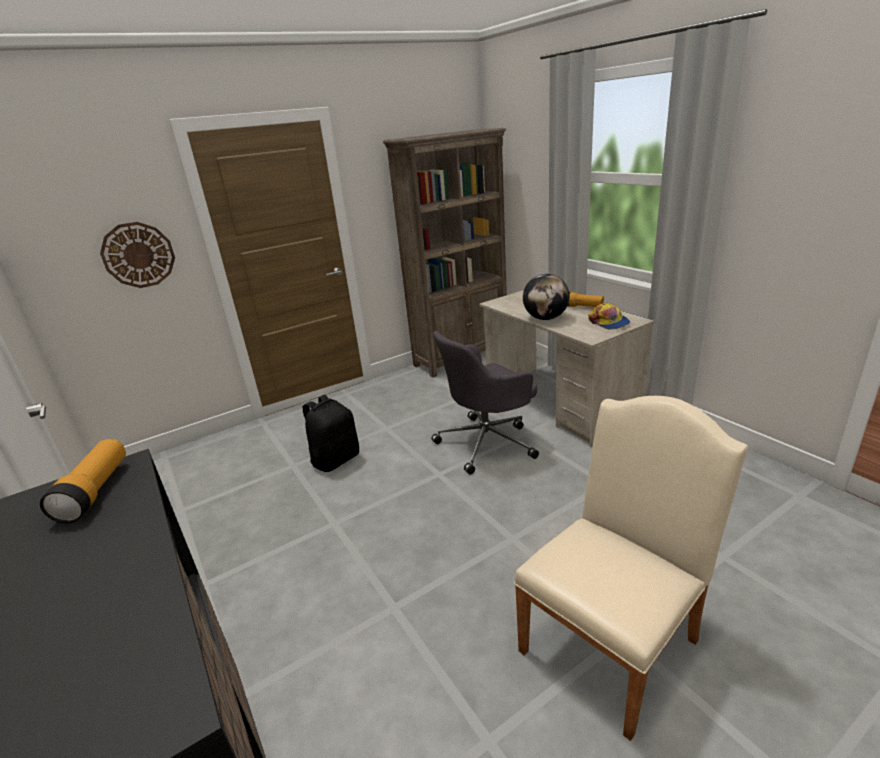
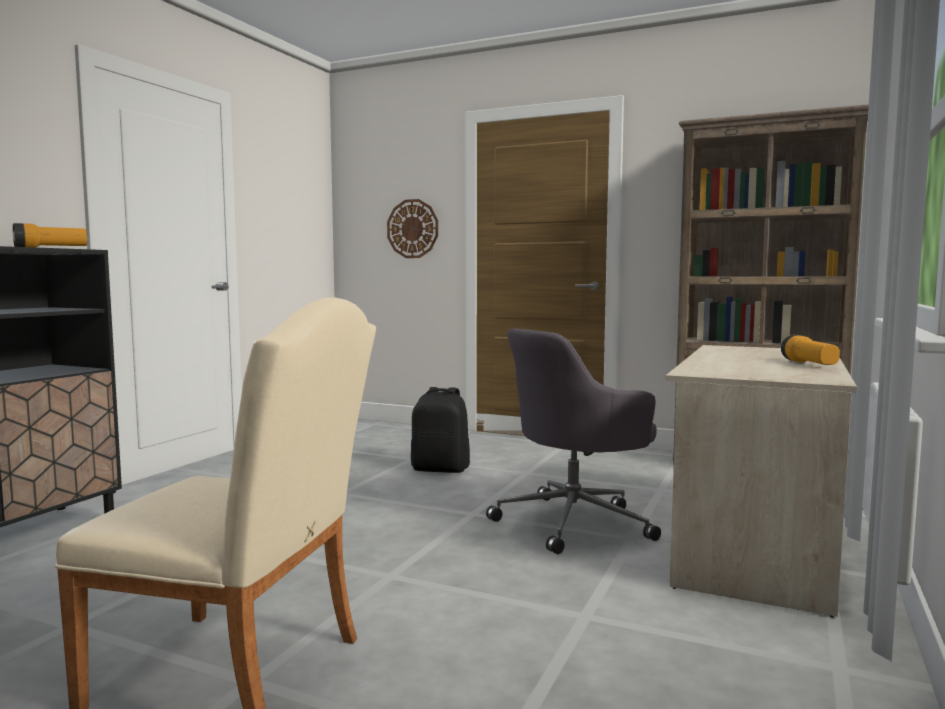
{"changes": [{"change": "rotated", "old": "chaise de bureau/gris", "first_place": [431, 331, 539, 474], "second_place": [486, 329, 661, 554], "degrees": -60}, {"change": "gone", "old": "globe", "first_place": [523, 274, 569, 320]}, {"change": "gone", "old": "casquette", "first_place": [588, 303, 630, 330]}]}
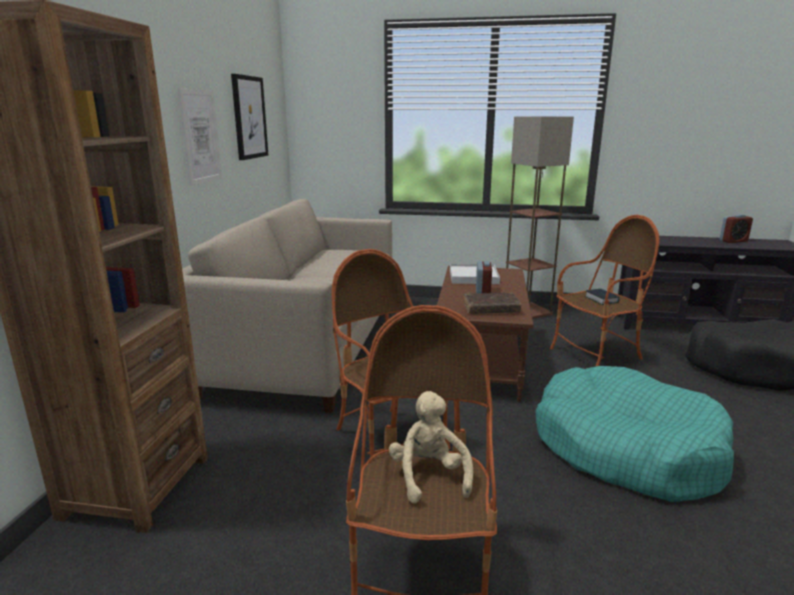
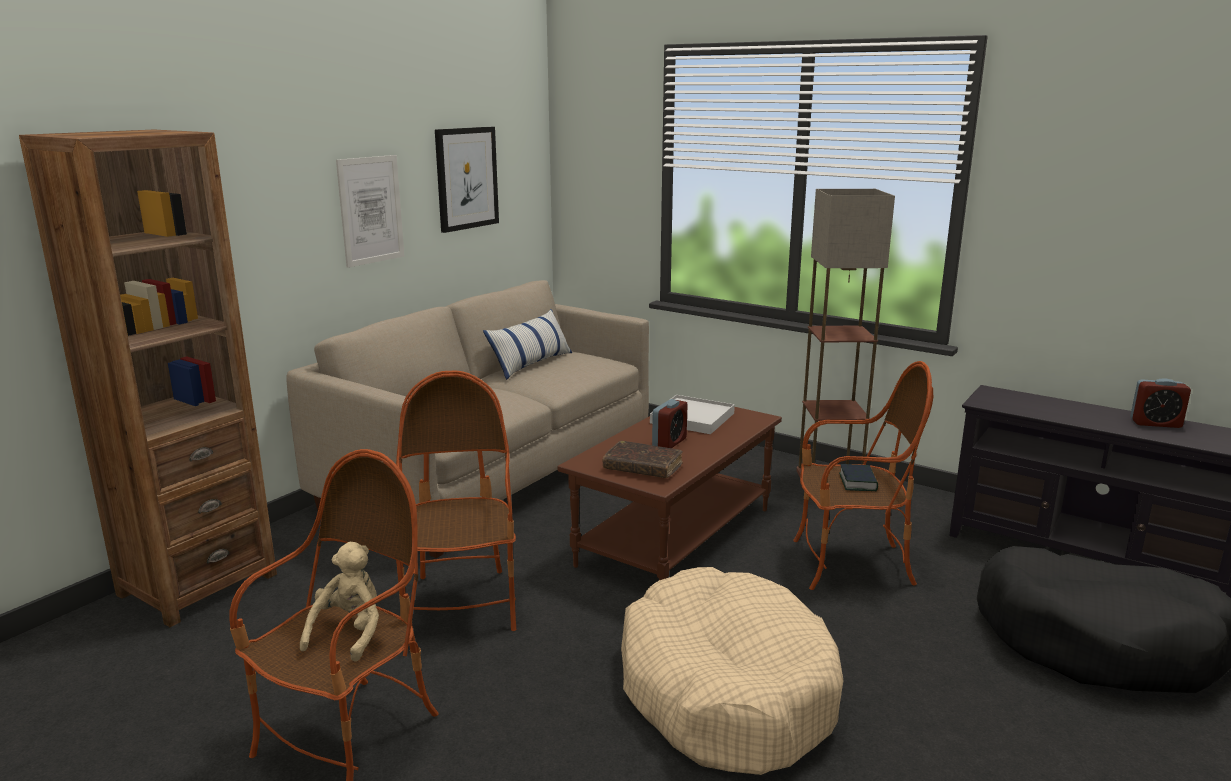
{"changes": [{"change": "new", "new": "coussin", "second_place": [483, 309, 572, 380]}, {"change": "repainted", "old": "panier pour chien/turquoise", "new": "panier pour chien/beige", "first_place": [536, 366, 734, 502], "second_place": [621, 567, 843, 775]}]}
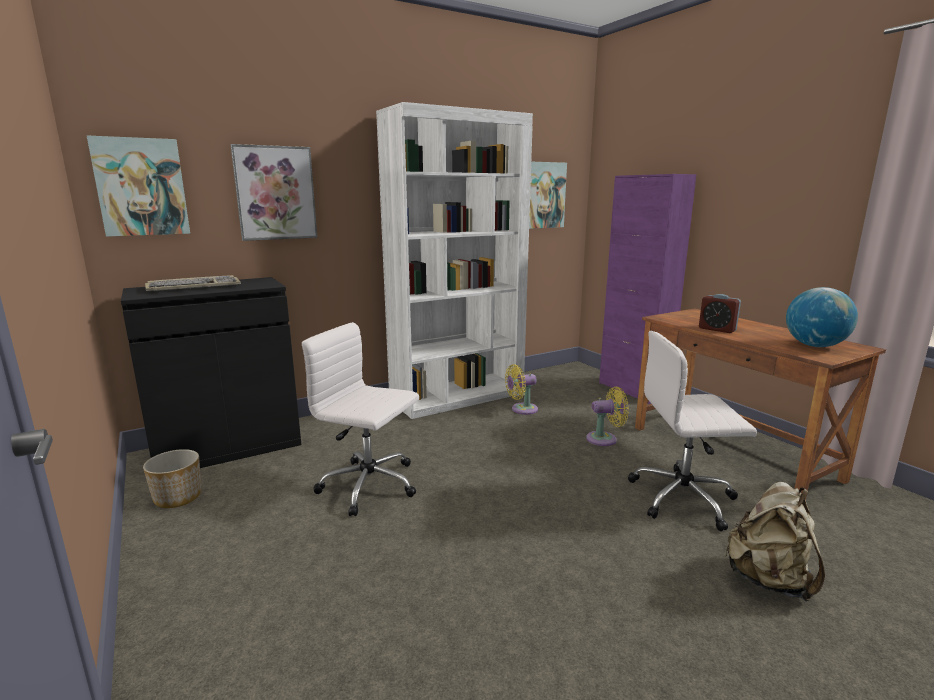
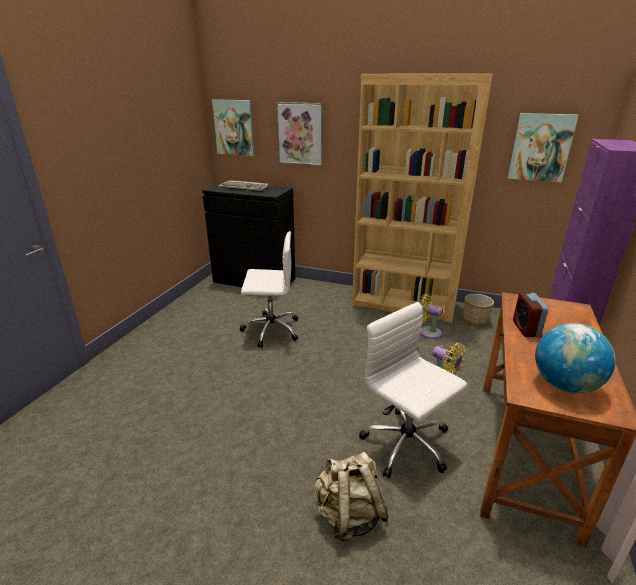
{"changes": [{"change": "rotated", "old": "chaise de bureau/blanc", "first_place": [302, 322, 419, 516], "second_place": [240, 231, 298, 348], "degrees": 105}, {"change": "repainted", "old": "bibliothèque/blanc", "new": "bibliothèque/marron", "first_place": [376, 102, 533, 419], "second_place": [352, 74, 493, 323]}, {"change": "shifted", "old": "cache-pot", "first_place": [143, 449, 201, 508], "second_place": [463, 294, 494, 326]}]}
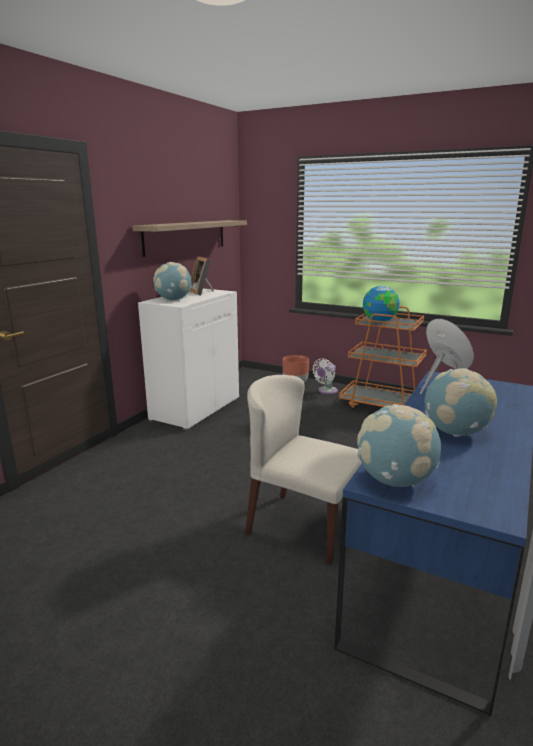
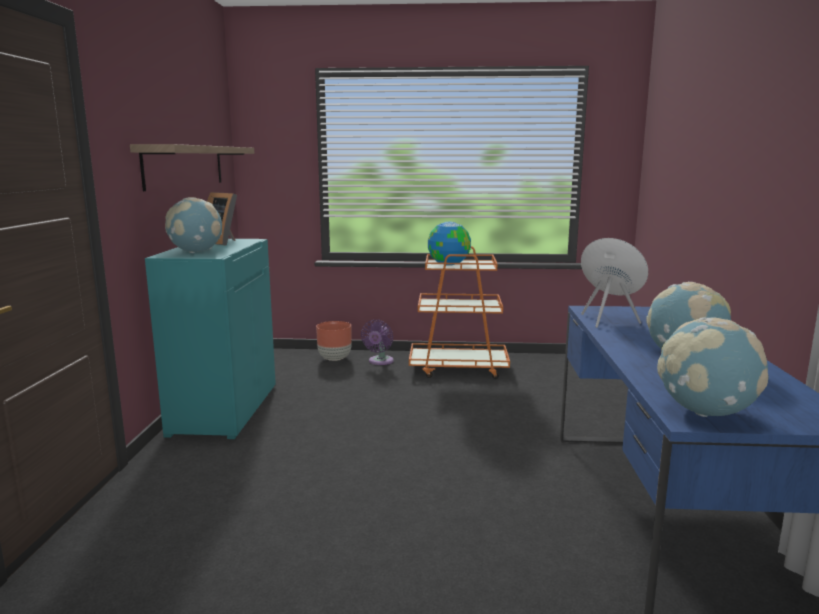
{"changes": [{"change": "repainted", "old": "meuble de rangement/blanc", "new": "meuble de rangement/turquoise", "first_place": [138, 289, 239, 431], "second_place": [145, 239, 276, 439]}, {"change": "repainted", "old": "ventilateur/blanc", "new": "ventilateur/violet", "first_place": [312, 358, 338, 394], "second_place": [361, 320, 394, 365]}, {"change": "gone", "old": "chaise/beige", "first_place": [245, 375, 362, 564]}]}
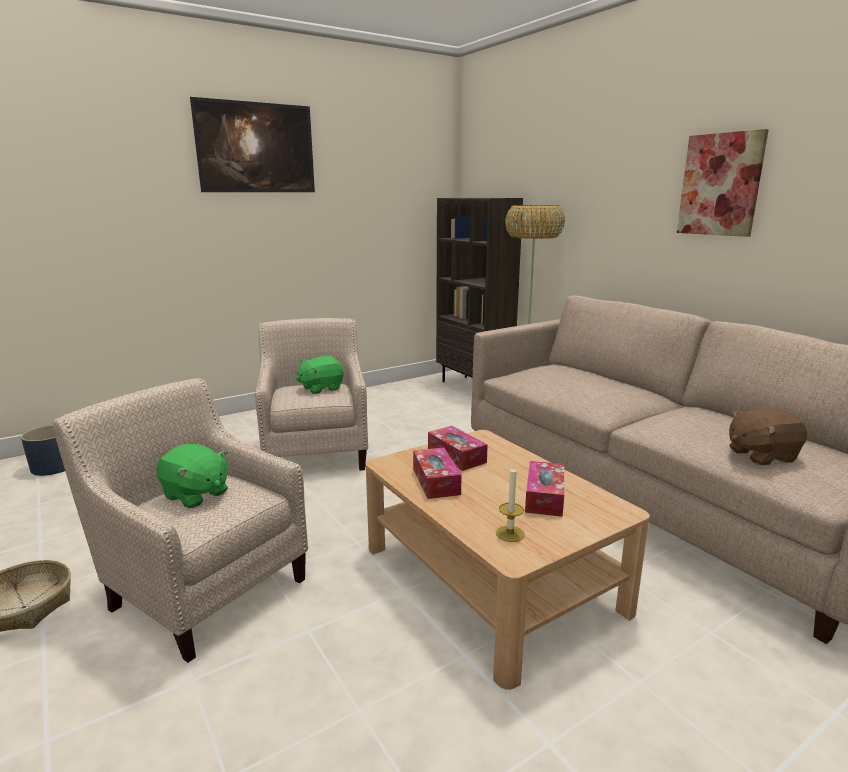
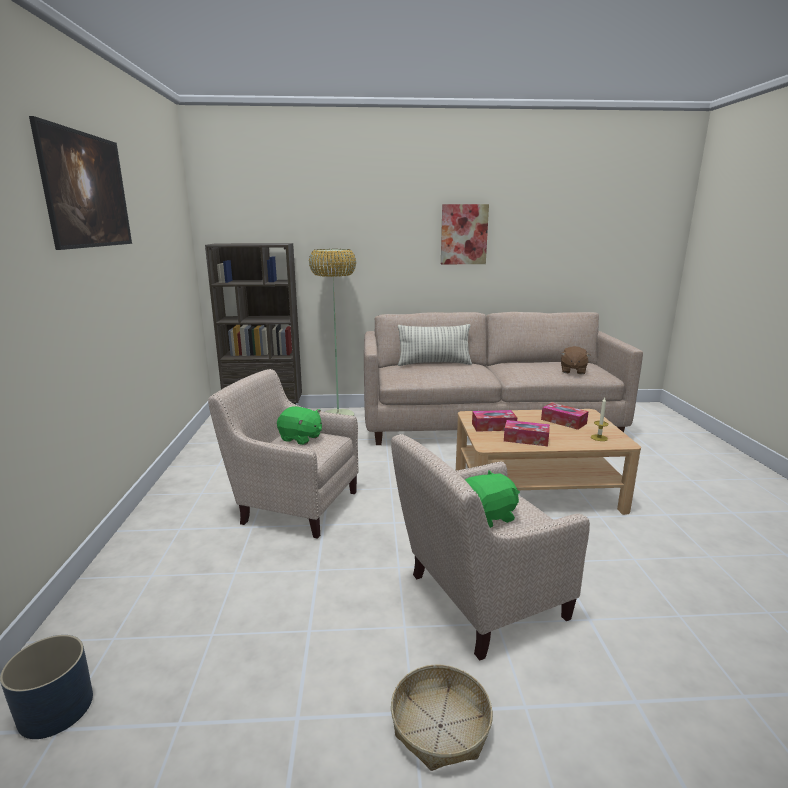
{"changes": [{"change": "rotated", "old": "peluche/vert", "first_place": [296, 356, 344, 394], "second_place": [277, 406, 322, 445], "degrees": -60}, {"change": "new", "new": "coussin", "second_place": [398, 324, 472, 366]}]}
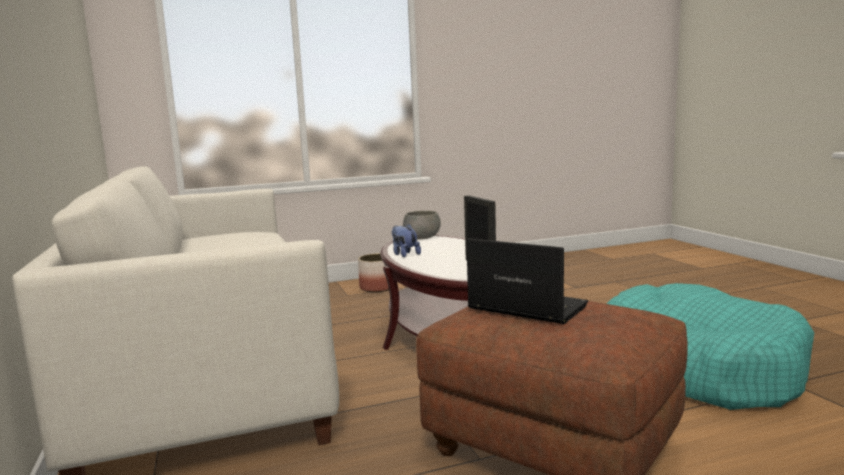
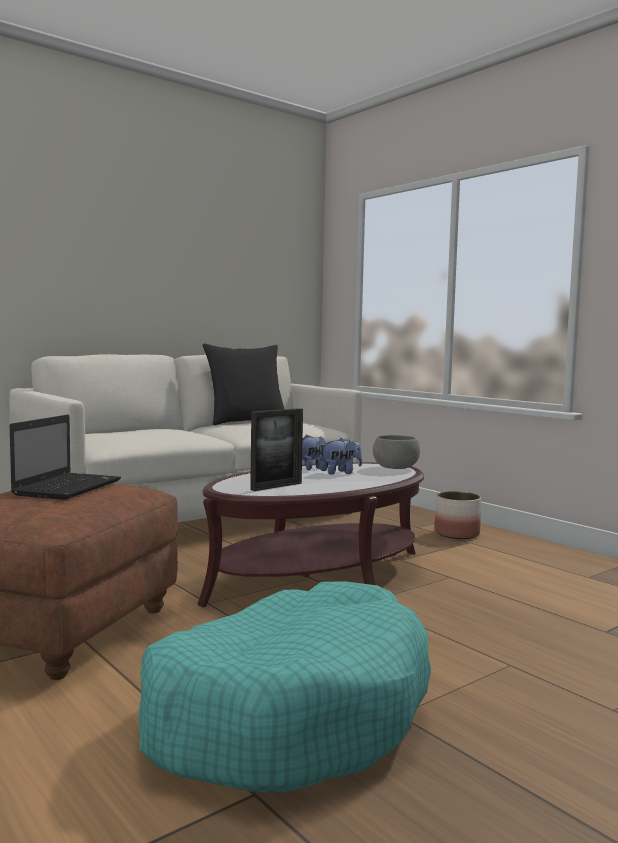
{"changes": [{"change": "new", "new": "coussin/noir", "second_place": [202, 344, 284, 425]}, {"change": "new", "new": "peluche", "second_place": [319, 438, 362, 475]}]}
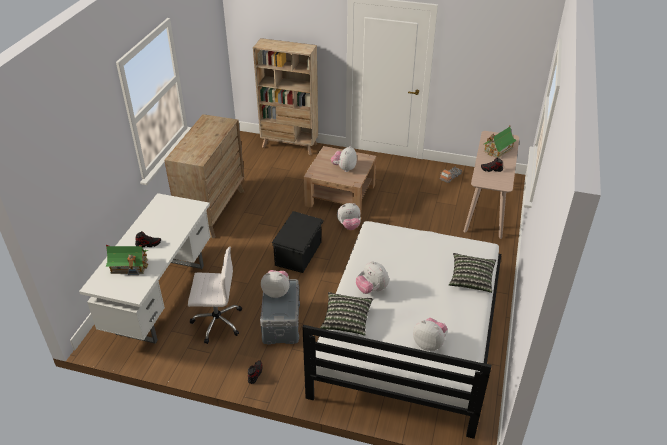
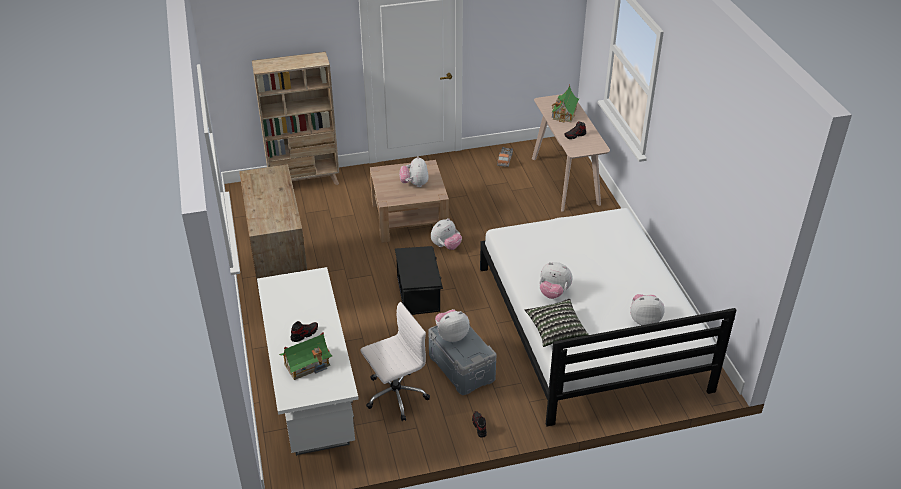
{"changes": [{"change": "gone", "old": "coussin", "first_place": [449, 253, 496, 293]}]}
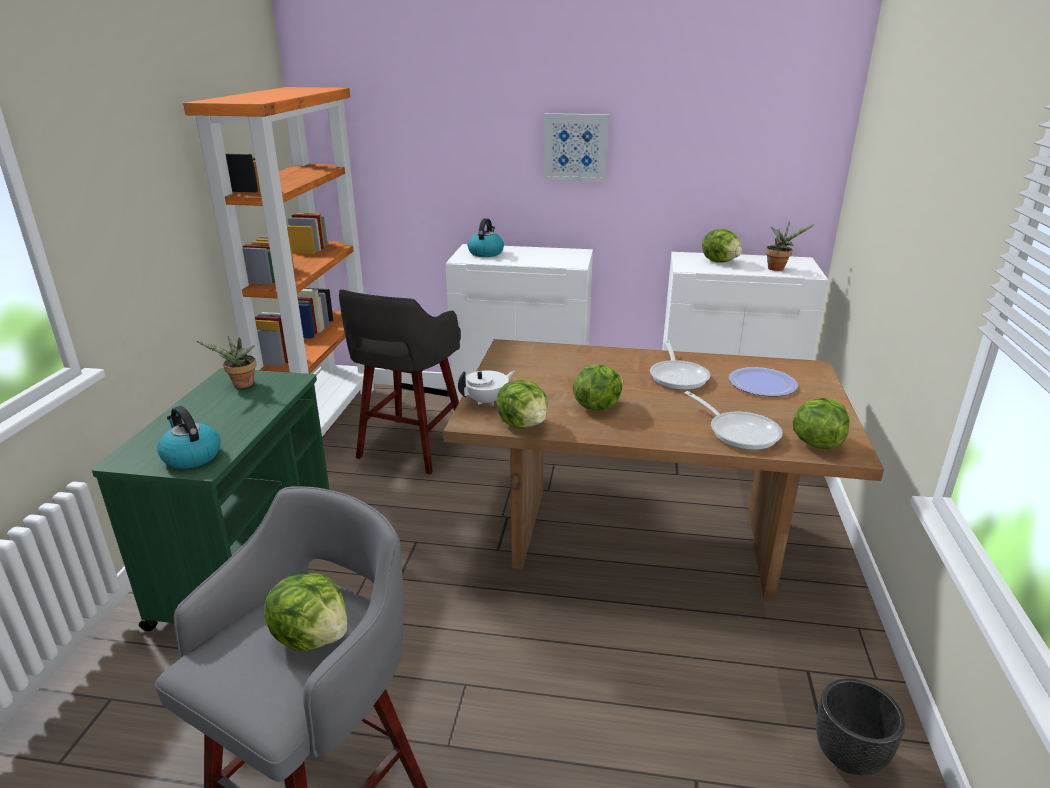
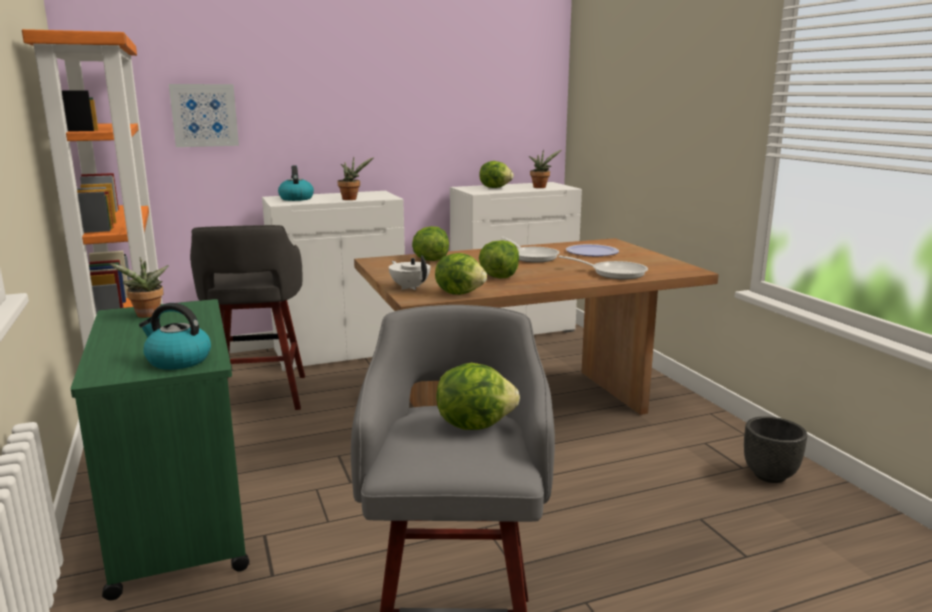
{"changes": [{"change": "shifted", "old": "tableau", "first_place": [543, 113, 609, 182], "second_place": [169, 84, 239, 147]}, {"change": "new", "new": "plante en pot", "second_place": [337, 157, 374, 200]}, {"change": "rotated", "old": "théière/blanc", "first_place": [458, 370, 515, 406], "second_place": [389, 256, 431, 290], "degrees": -60}, {"change": "shifted", "old": "laitue", "first_place": [793, 398, 850, 449], "second_place": [412, 226, 449, 261]}]}
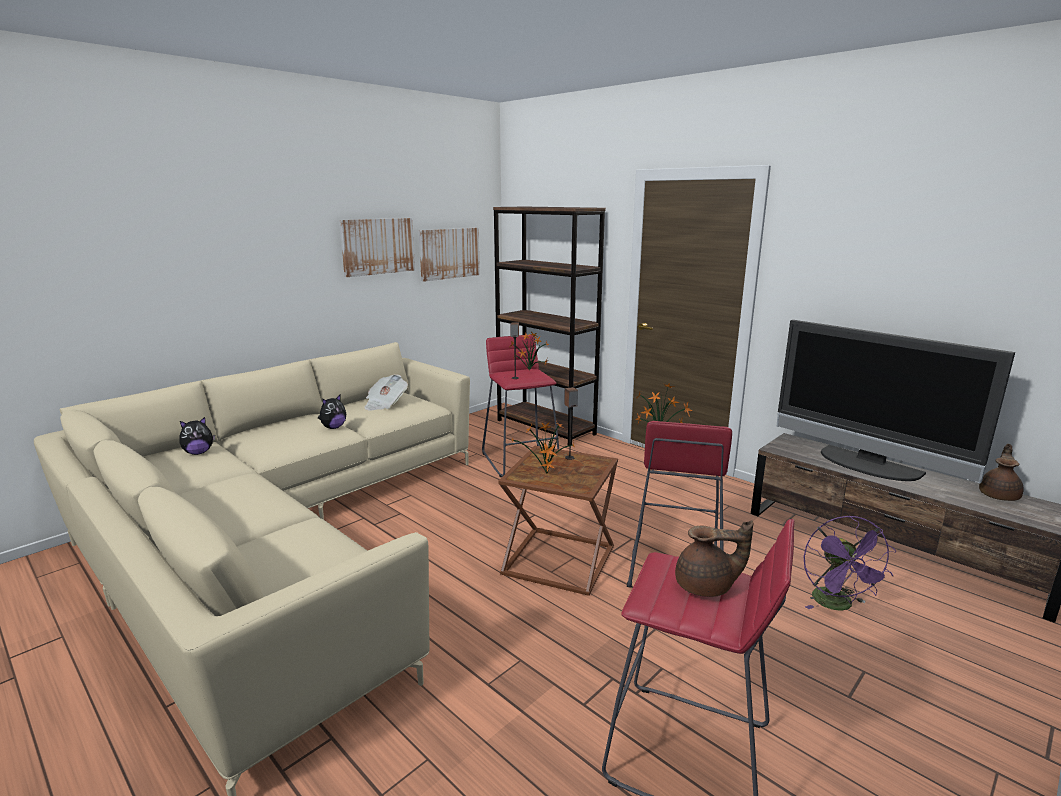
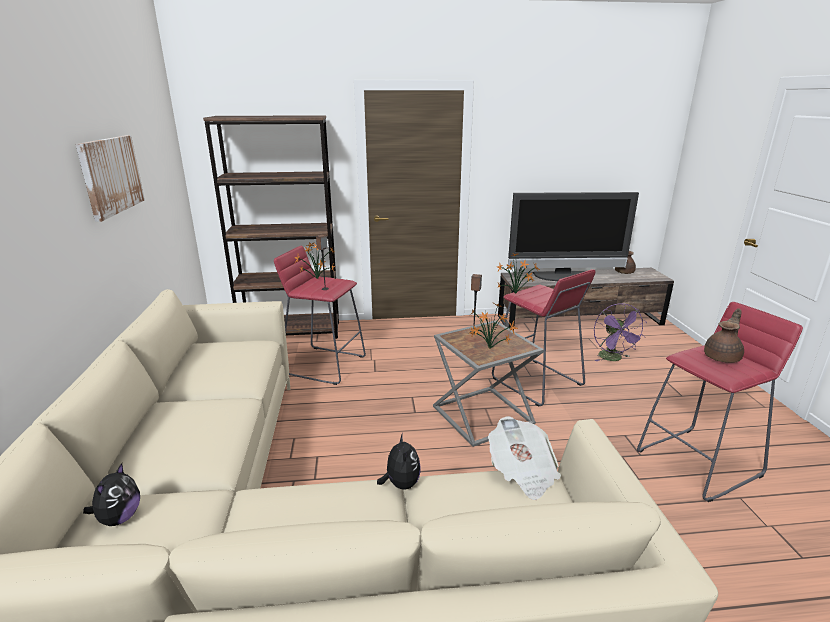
{"changes": [{"change": "shifted", "old": "peluche", "first_place": [318, 395, 346, 429], "second_place": [377, 433, 420, 490]}, {"change": "repainted", "old": "table d'appoint/marron", "new": "table d'appoint/gris", "first_place": [499, 446, 618, 596], "second_place": [433, 320, 544, 447]}, {"change": "shifted", "old": "journal", "first_place": [364, 374, 408, 410], "second_place": [488, 416, 561, 500]}, {"change": "rotated", "old": "ventilateur/violet", "first_place": [804, 515, 896, 611], "second_place": [594, 303, 647, 361], "degrees": 45}, {"change": "gone", "old": "tableau", "first_place": [419, 228, 480, 282]}]}
